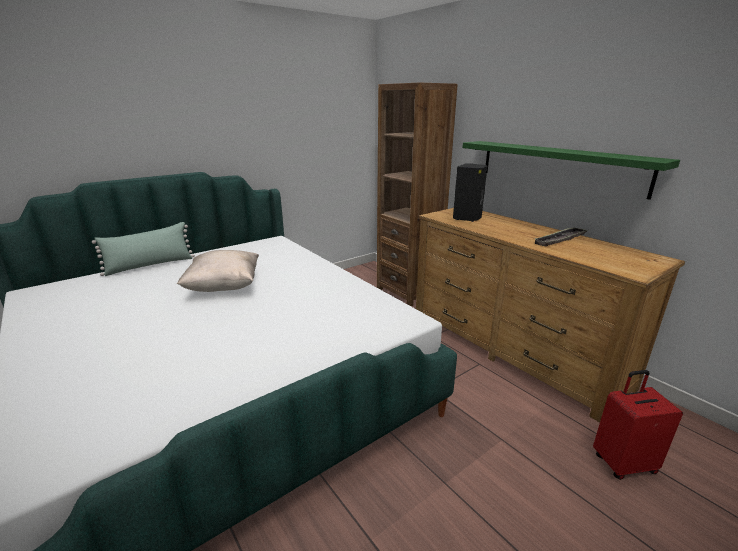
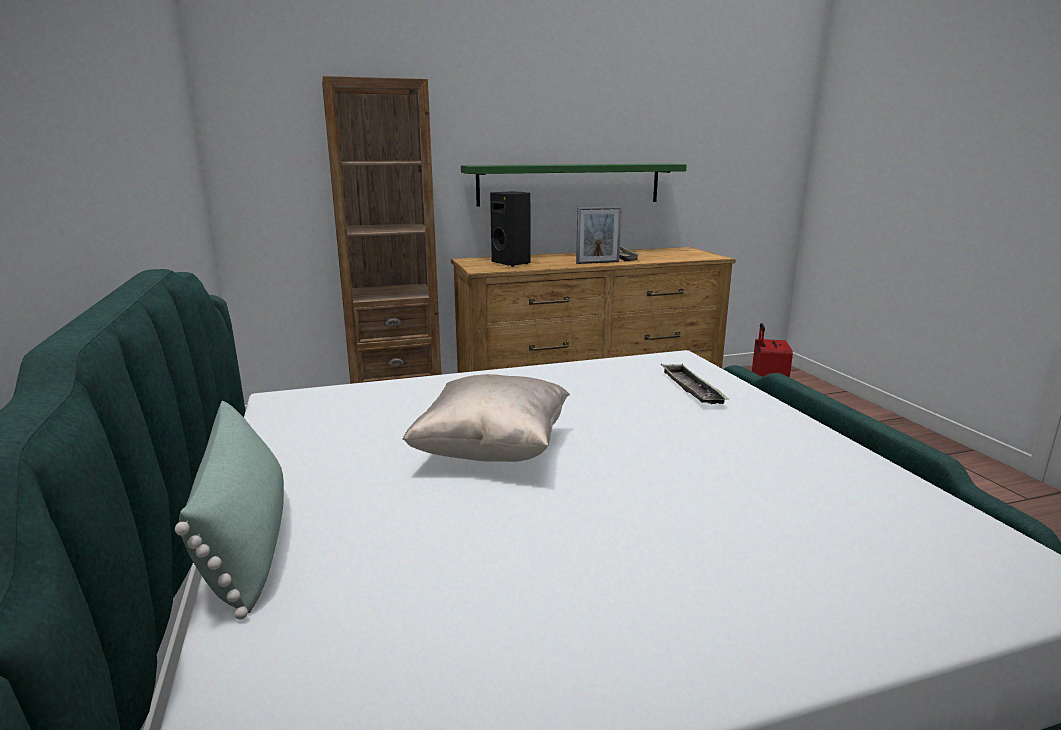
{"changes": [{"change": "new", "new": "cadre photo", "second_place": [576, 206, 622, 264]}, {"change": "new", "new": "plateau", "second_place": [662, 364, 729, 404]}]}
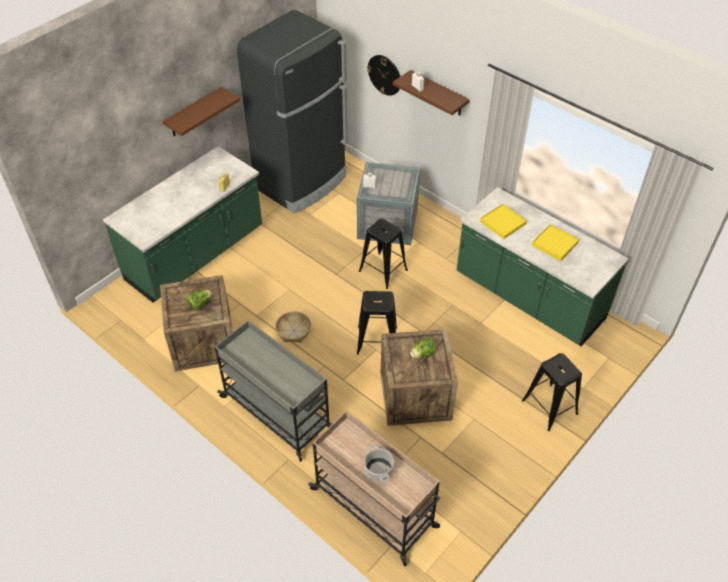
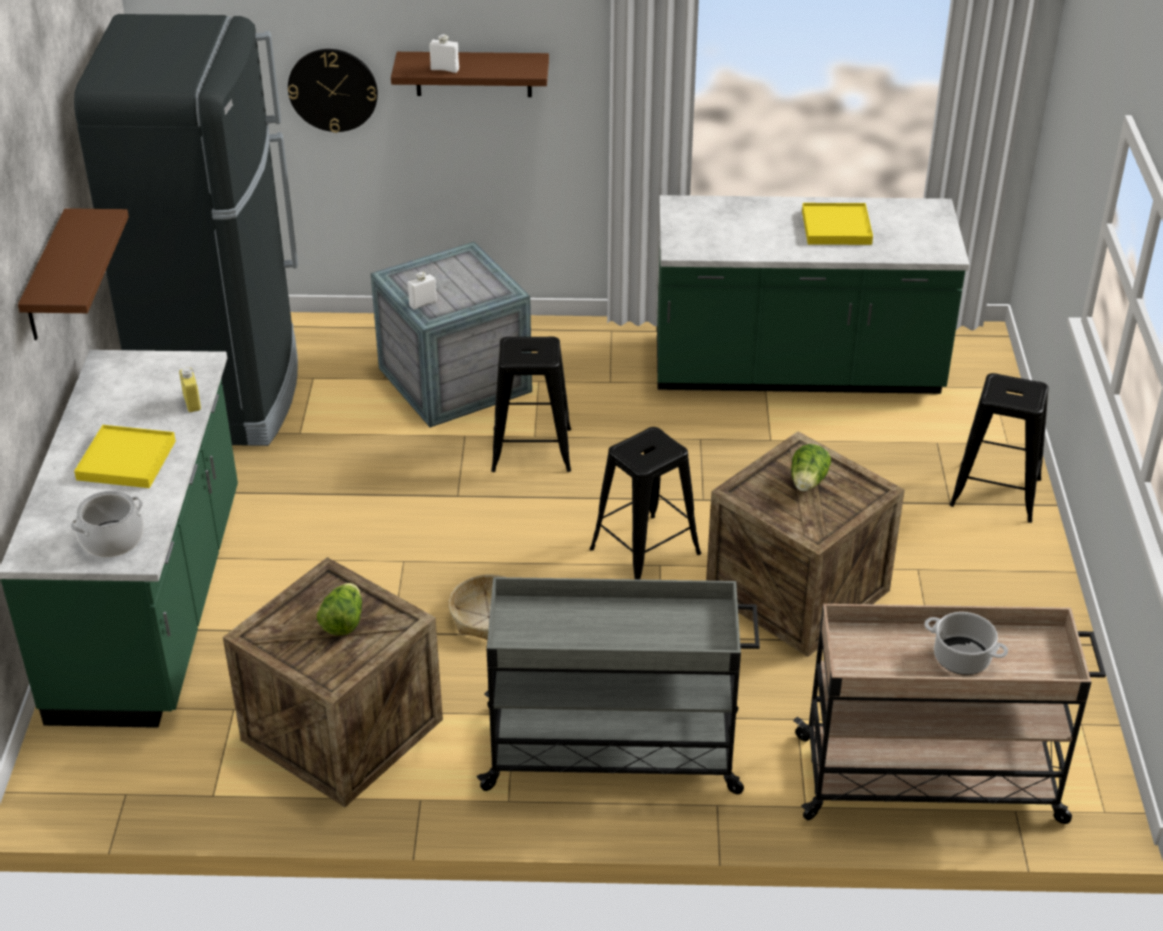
{"changes": [{"change": "new", "new": "marmite", "second_place": [71, 490, 144, 557]}, {"change": "shifted", "old": "plateau/jaune", "first_place": [480, 204, 527, 239], "second_place": [74, 425, 176, 488]}]}
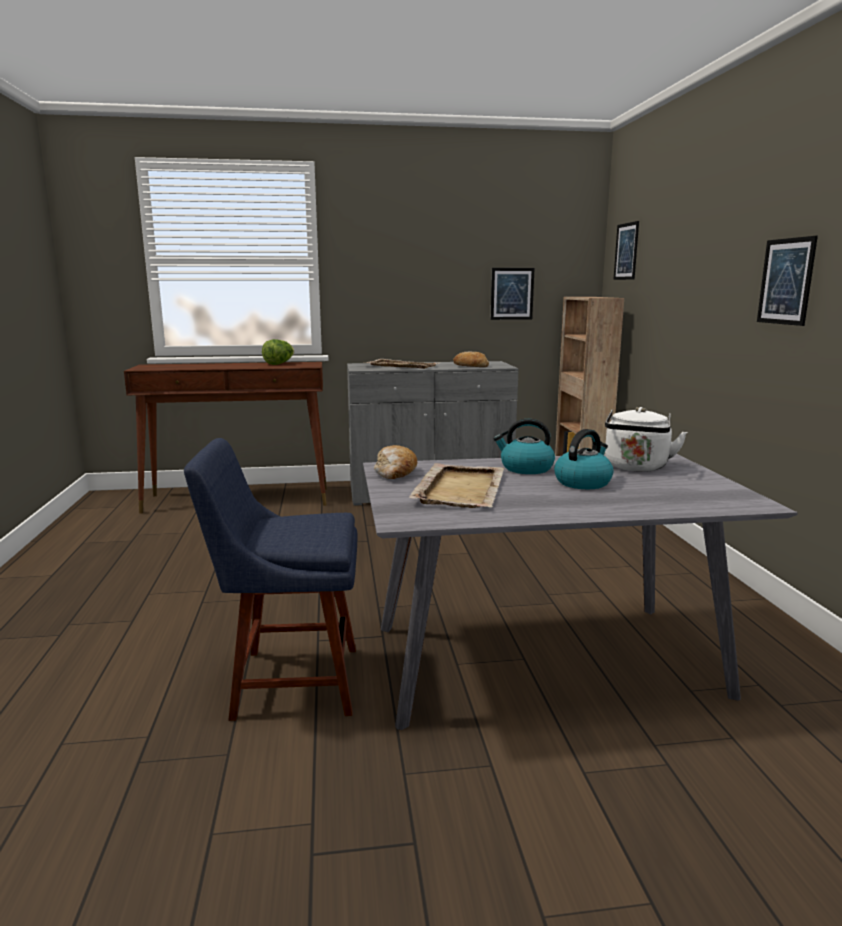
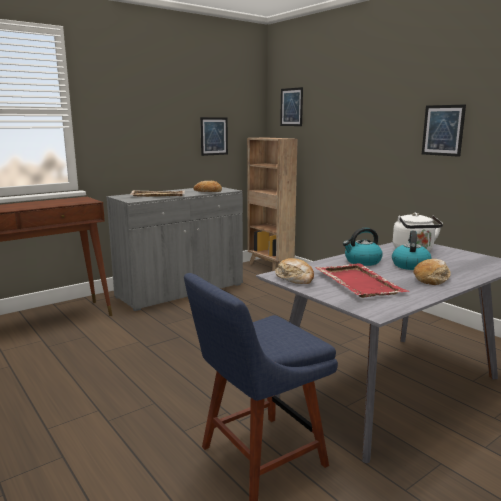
{"changes": [{"change": "repainted", "old": "plateau/beige", "new": "plateau/rouge", "first_place": [409, 463, 504, 508], "second_place": [315, 263, 409, 298]}, {"change": "new", "new": "pain", "second_place": [413, 259, 451, 285]}, {"change": "gone", "old": "laitue", "first_place": [262, 339, 294, 365]}]}
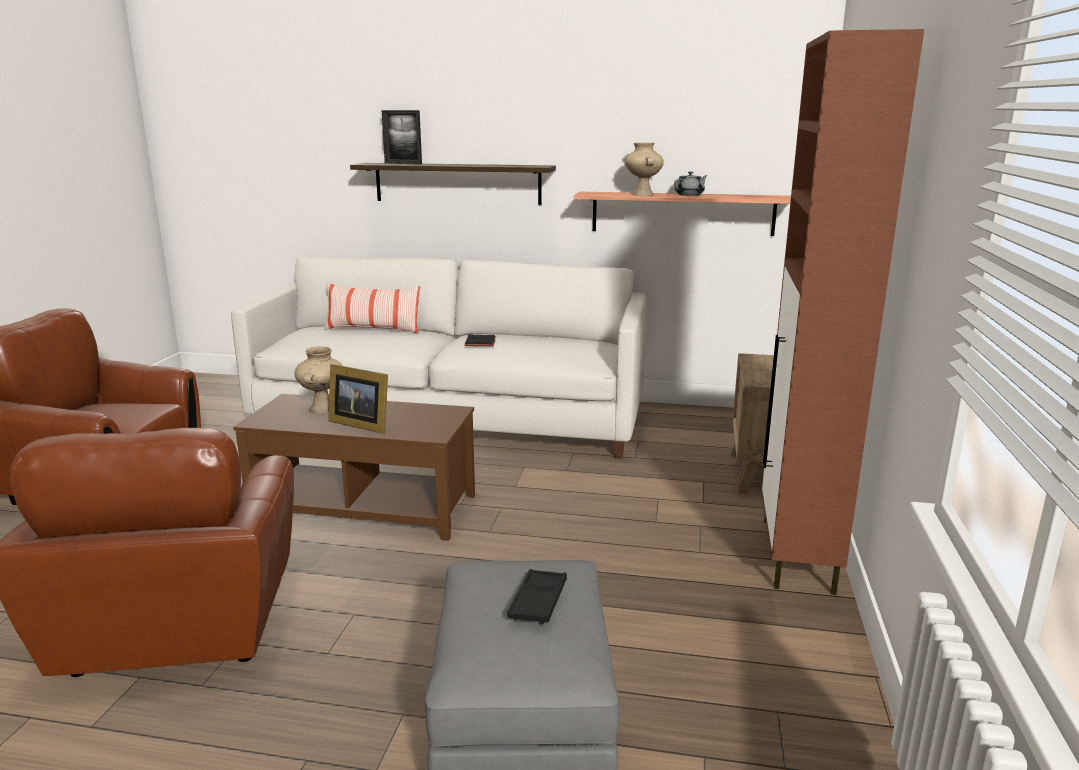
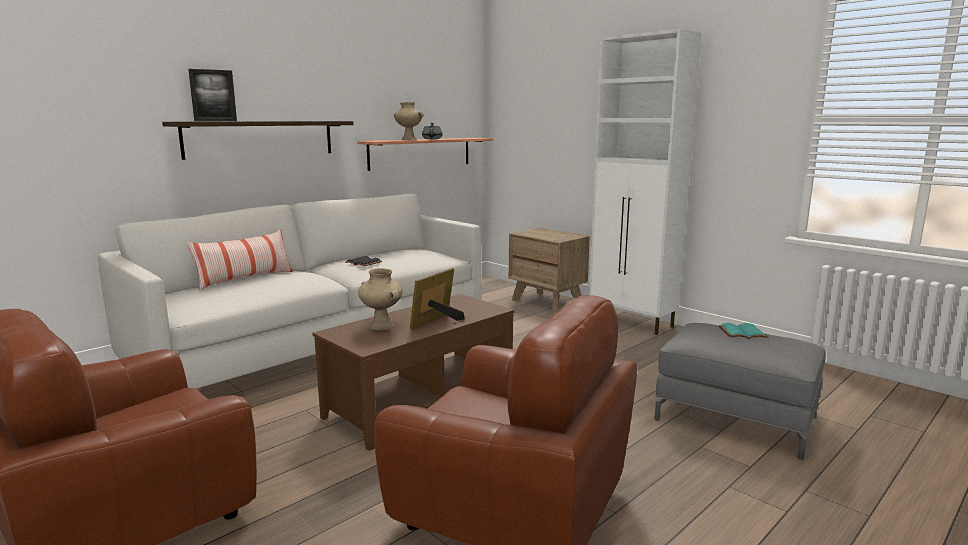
{"changes": [{"change": "rotated", "old": "cadre photo", "first_place": [328, 364, 388, 434], "second_place": [410, 268, 465, 330], "degrees": 150}, {"change": "repainted", "old": "meuble de rangement/marron", "new": "meuble de rangement/blanc", "first_place": [761, 29, 924, 595], "second_place": [589, 29, 702, 335]}, {"change": "swapped", "old": "plateau/noir", "new": "livre/turquoise", "first_place": [507, 569, 567, 624], "second_place": [719, 323, 768, 339]}]}
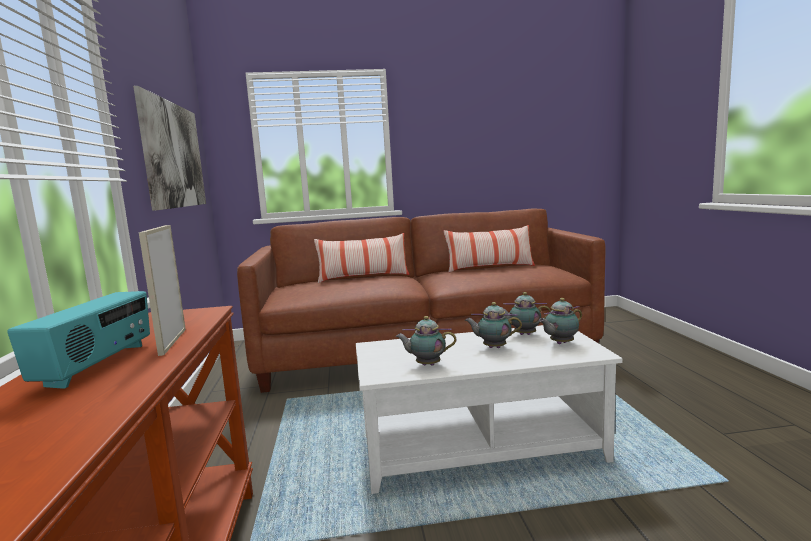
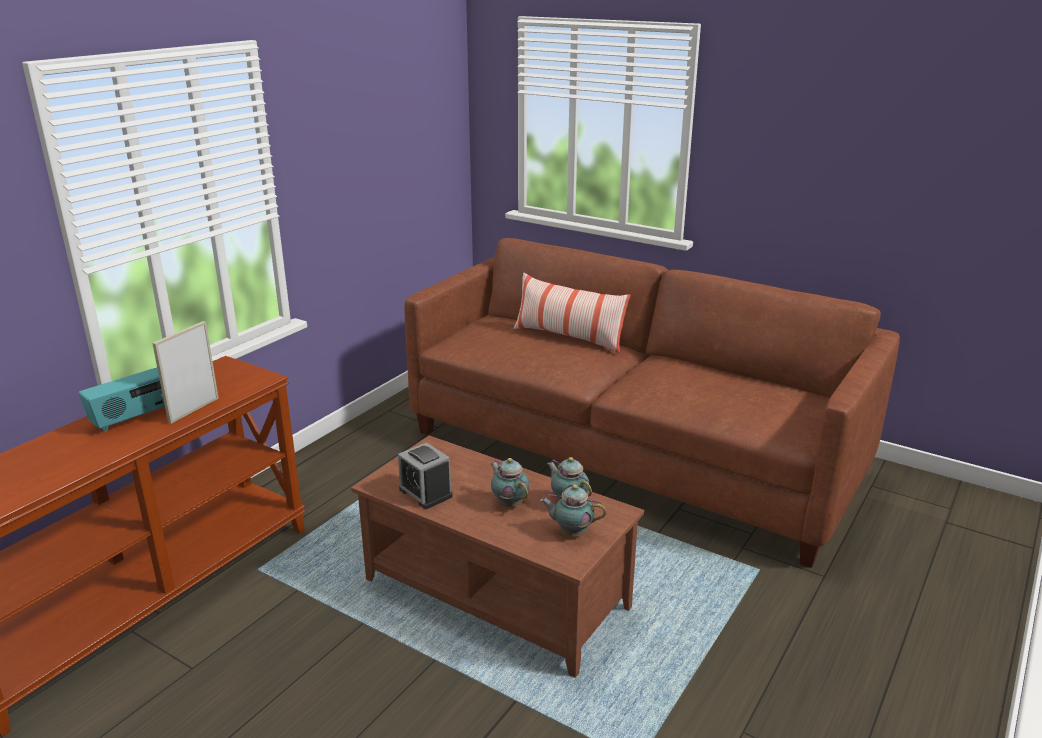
{"changes": [{"change": "repainted", "old": "table basse/blanc", "new": "table basse/marron", "first_place": [356, 325, 623, 494], "second_place": [351, 435, 644, 678]}, {"change": "swapped", "old": "théière", "new": "réveil", "first_place": [396, 316, 456, 365], "second_place": [398, 442, 453, 509]}, {"change": "gone", "old": "tableau", "first_place": [133, 86, 206, 211]}, {"change": "gone", "old": "coussin", "first_place": [444, 225, 535, 273]}]}
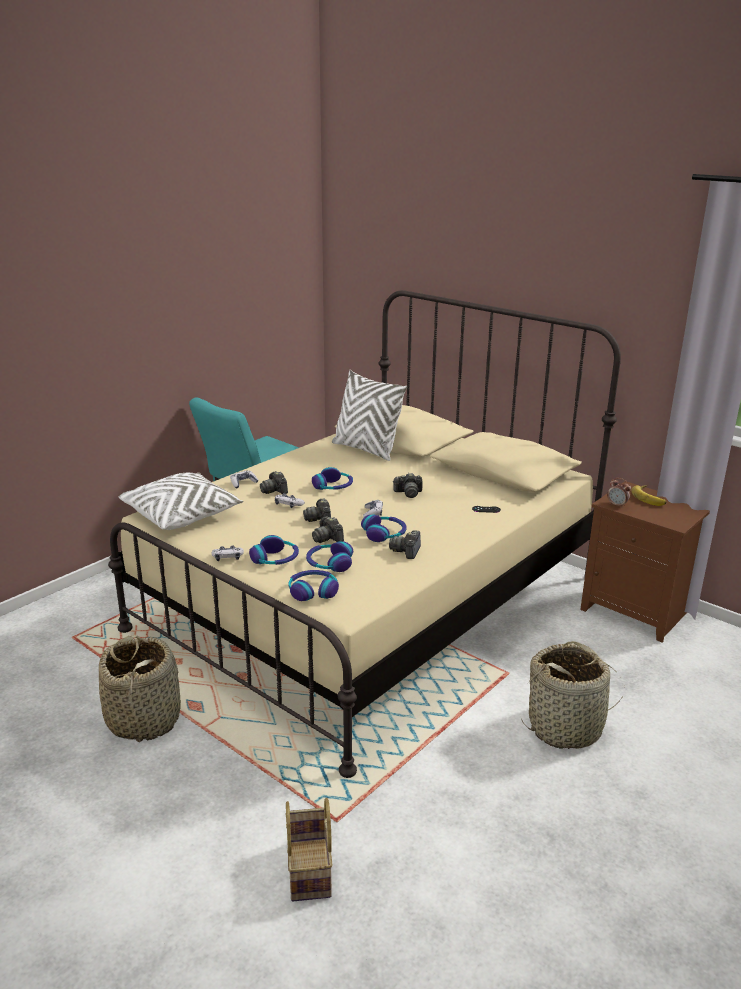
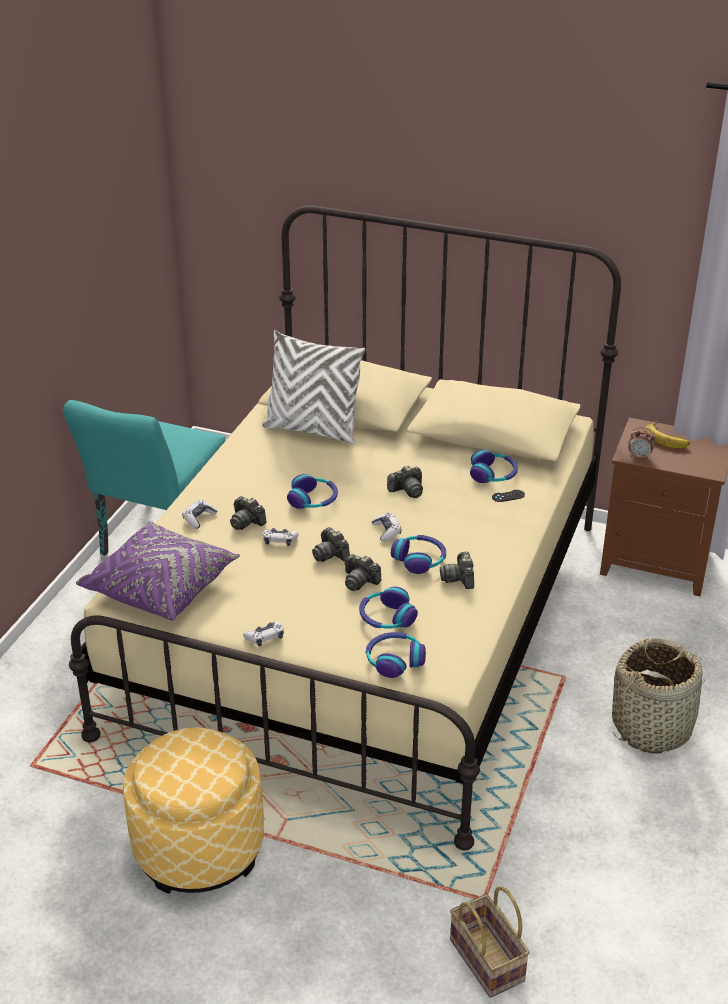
{"changes": [{"change": "repainted", "old": "coussin/blanc", "new": "coussin/violet", "first_place": [119, 473, 243, 530], "second_place": [76, 521, 240, 621]}, {"change": "swapped", "old": "panier", "new": "pouf", "first_place": [99, 635, 181, 742], "second_place": [123, 727, 264, 894]}, {"change": "shifted", "old": "casque audio", "first_place": [249, 535, 299, 565], "second_place": [470, 450, 518, 483]}]}
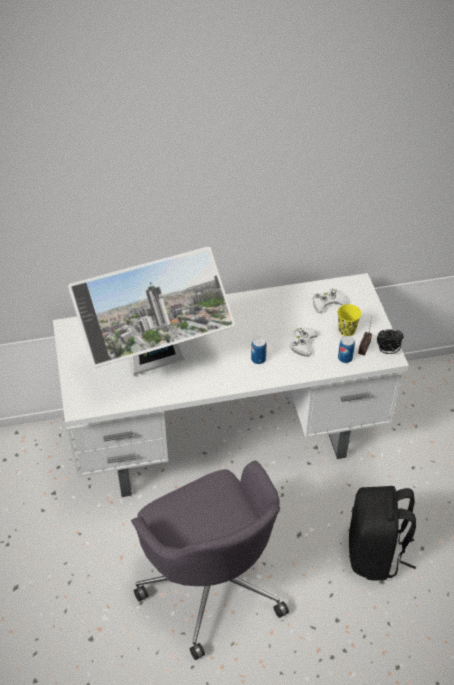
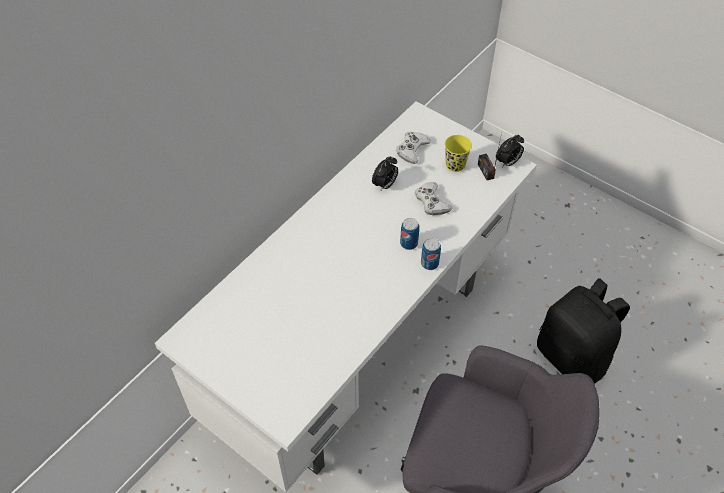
{"changes": [{"change": "new", "new": "réveil", "second_place": [372, 156, 398, 192]}, {"change": "shifted", "old": "boîte métallique", "first_place": [338, 336, 355, 363], "second_place": [421, 238, 441, 270]}, {"change": "gone", "old": "écran d'ordinateur", "first_place": [68, 246, 235, 375]}]}
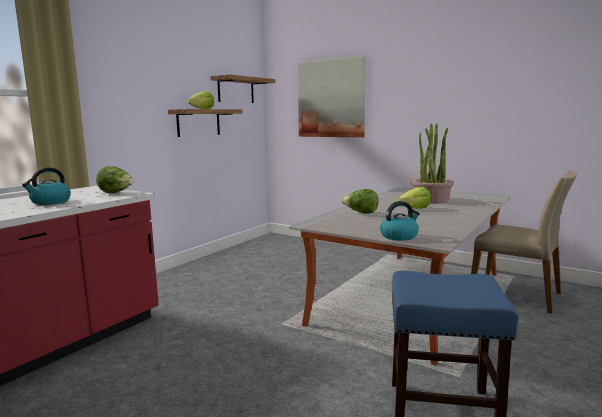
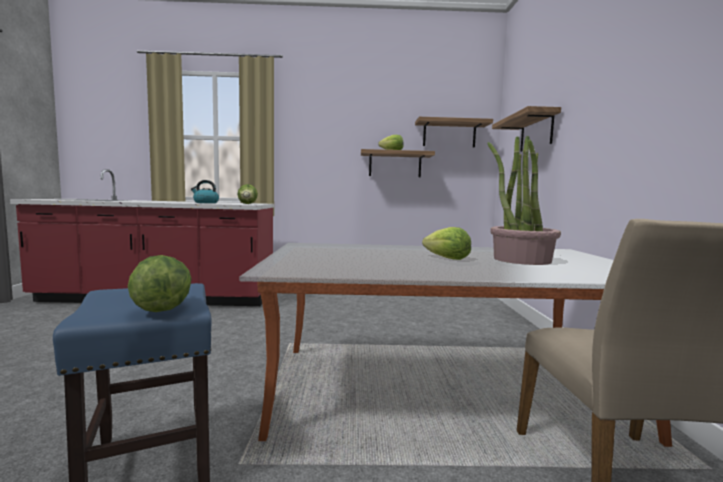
{"changes": [{"change": "shifted", "old": "laitue", "first_place": [342, 189, 378, 214], "second_place": [128, 255, 191, 312]}, {"change": "swapped", "old": "tableau", "new": "étagère", "first_place": [298, 56, 366, 138], "second_place": [492, 106, 561, 152]}, {"change": "gone", "old": "bouilloire", "first_place": [380, 201, 420, 241]}]}
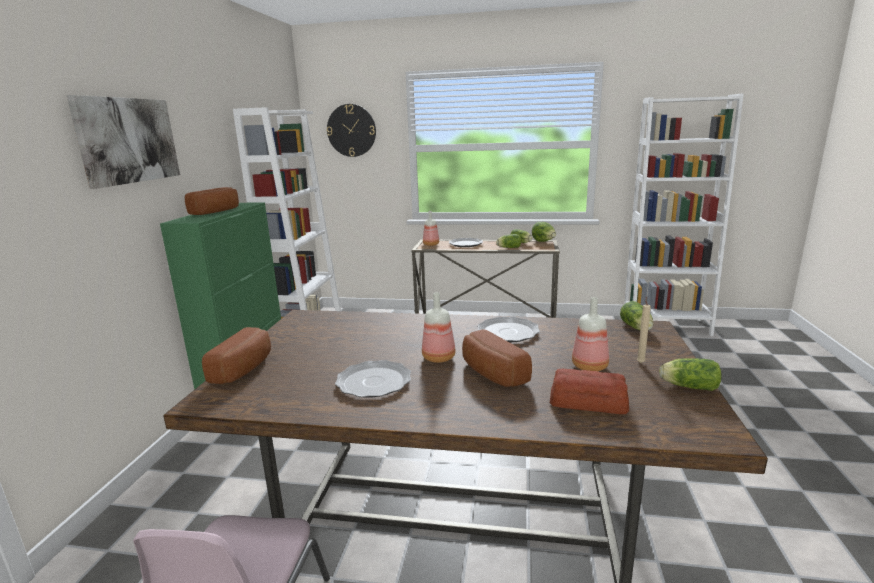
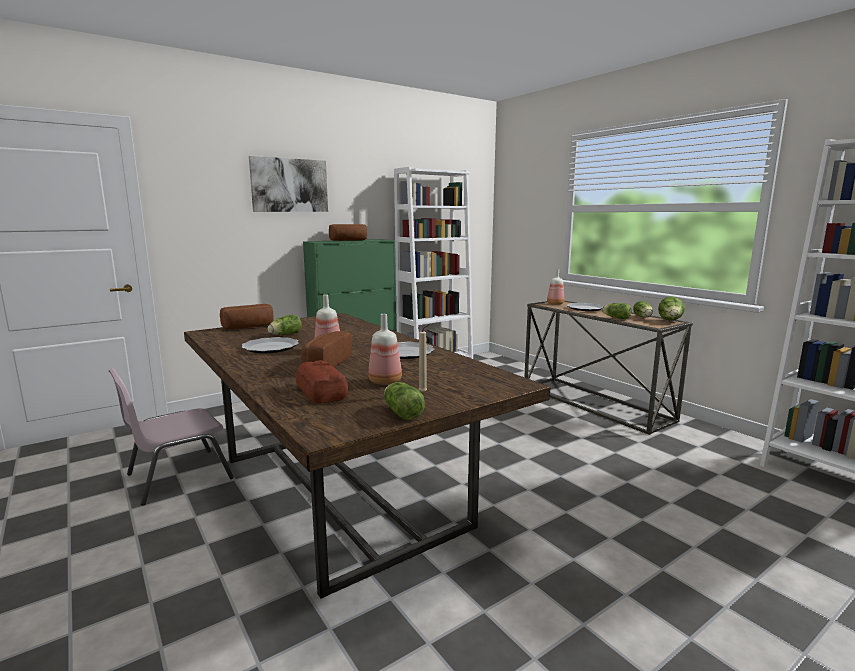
{"changes": [{"change": "shifted", "old": "laitue", "first_place": [620, 301, 653, 330], "second_place": [268, 315, 302, 335]}, {"change": "gone", "old": "horloge murale", "first_place": [327, 104, 376, 157]}]}
